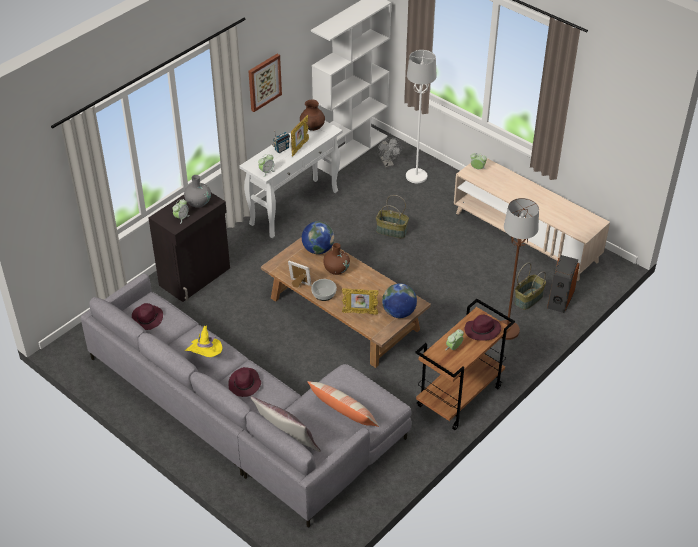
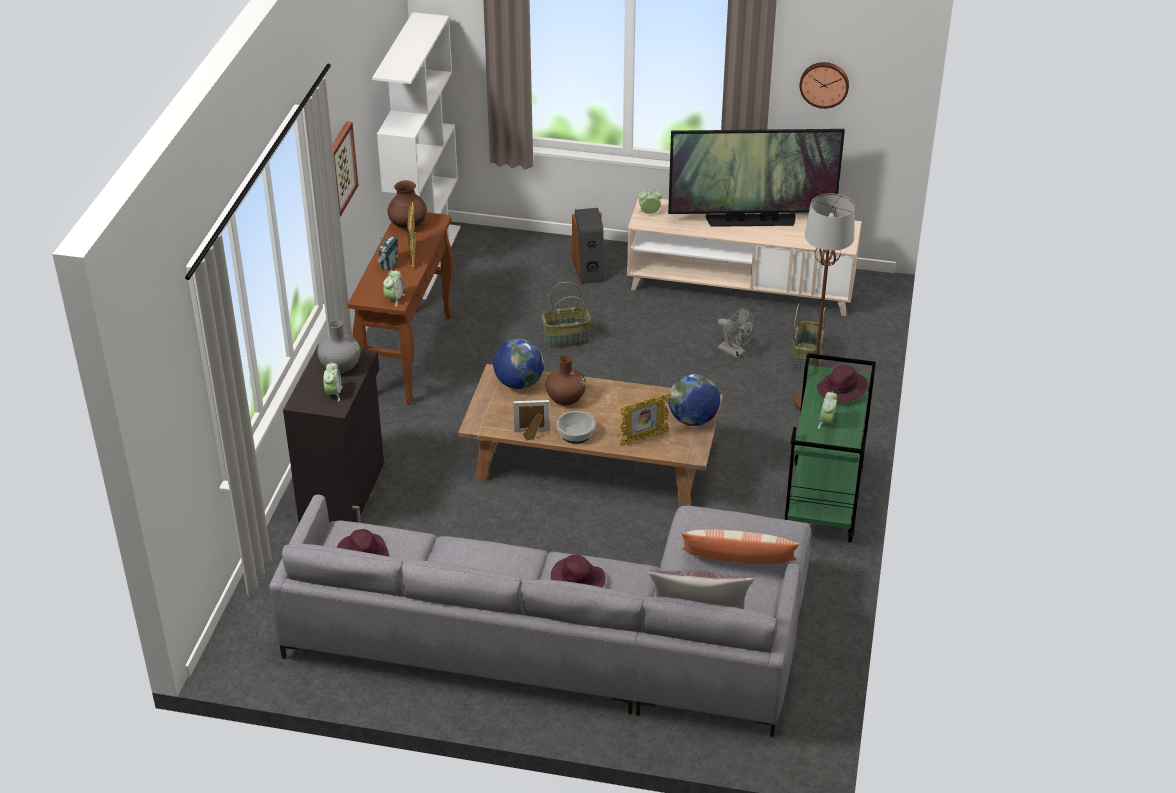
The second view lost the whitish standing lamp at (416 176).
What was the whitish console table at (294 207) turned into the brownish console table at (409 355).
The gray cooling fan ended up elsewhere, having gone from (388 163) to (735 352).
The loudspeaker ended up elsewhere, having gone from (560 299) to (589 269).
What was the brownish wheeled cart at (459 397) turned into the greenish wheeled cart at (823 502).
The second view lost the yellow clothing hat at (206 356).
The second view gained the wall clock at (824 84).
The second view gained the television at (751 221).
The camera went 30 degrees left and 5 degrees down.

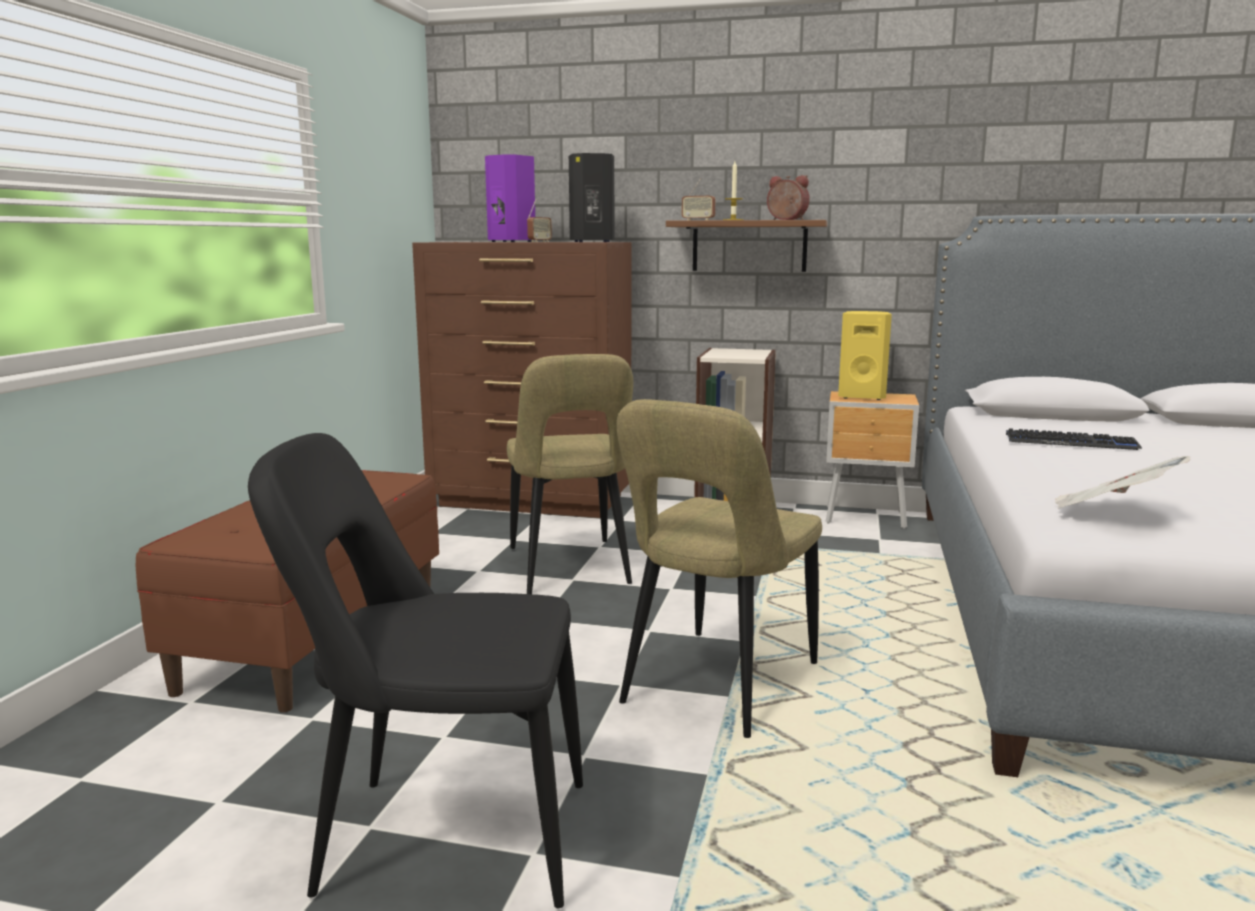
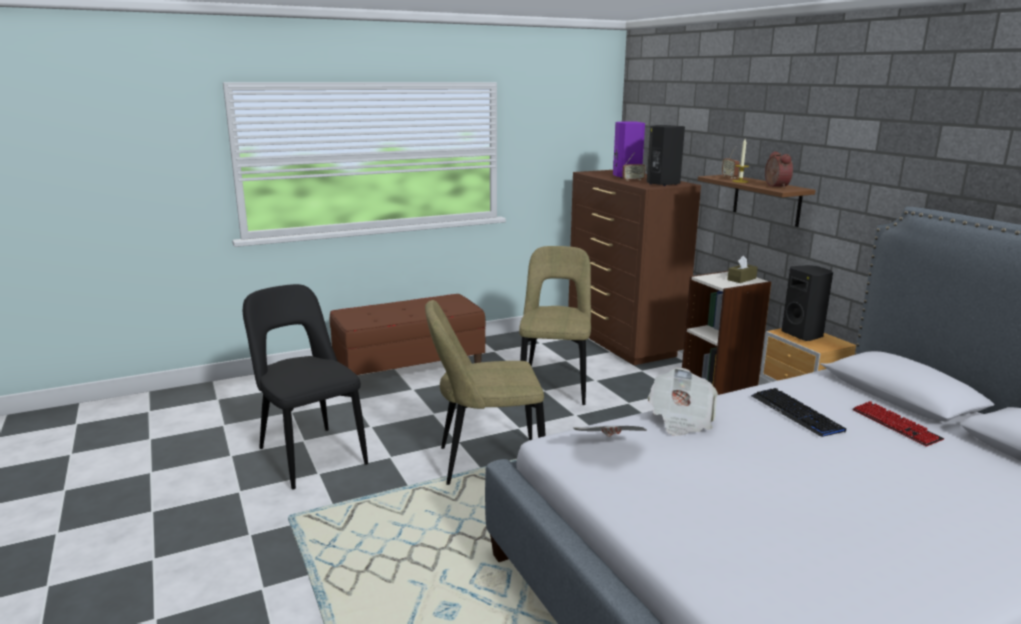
What was the yellow loudspeaker at (862 397) turned into the black loudspeaker at (803 335).
The beige-coloured plain chair at (570 569) ended up facing another way, 150 degrees clockwise from before.
The second view gained the brownish tissue holder at (741 279).
The second view gained the daily paper at (681 419).
The second view gained the keyboard at (895 425).
The camera went 50 degrees right and 5 degrees up.

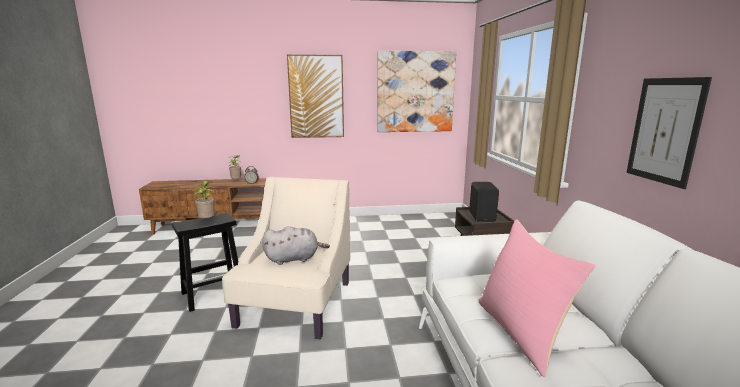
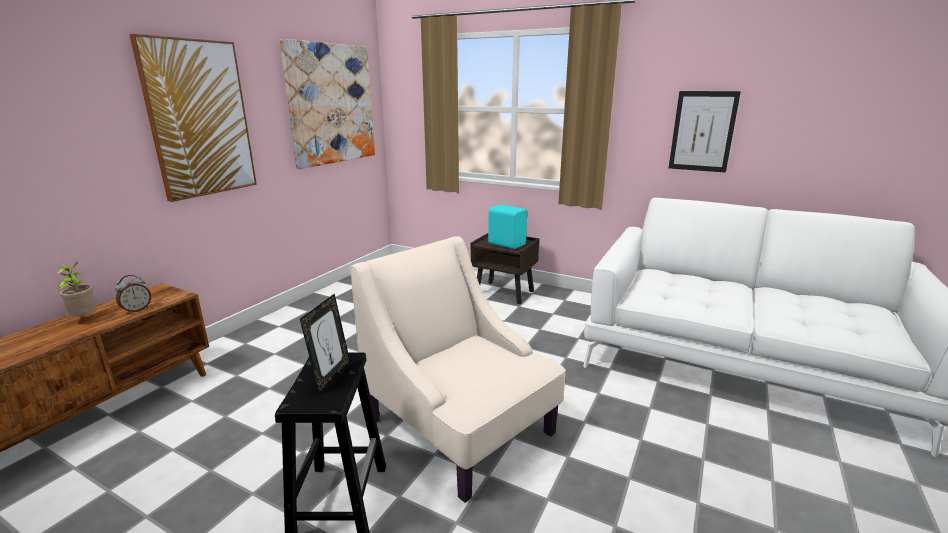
Where the houseplant stood at (207 221), the standing frame came to stand at (331 376).
What was the black loudspeaker at (482 217) turned into the blue-green loudspeaker at (507 243).
The second view lost the pink-coloured cushion at (521 332).
The second view lost the gray soft toy at (294 259).
The camera went 55 degrees left and 5 degrees up.

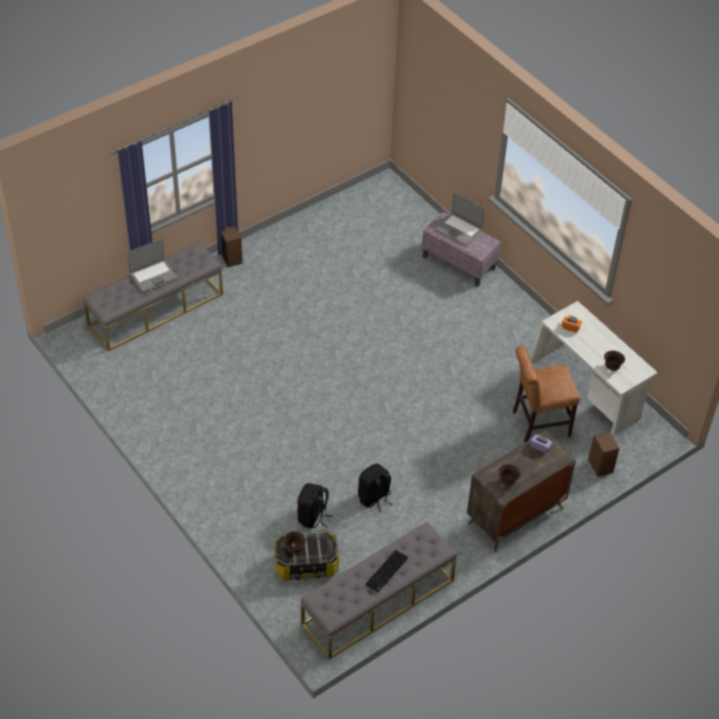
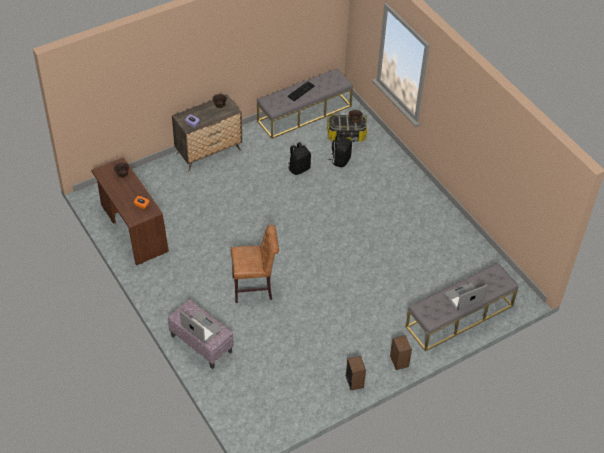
What was the whitish desk table at (585 390) turned into the brownish desk table at (132 228).
The brownish plain chair ended up elsewhere, having gone from (537 424) to (255 288).
The loudspeaker ended up elsewhere, having gone from (600 466) to (354 381).
The camera went 175 degrees left and 0 degrees up.

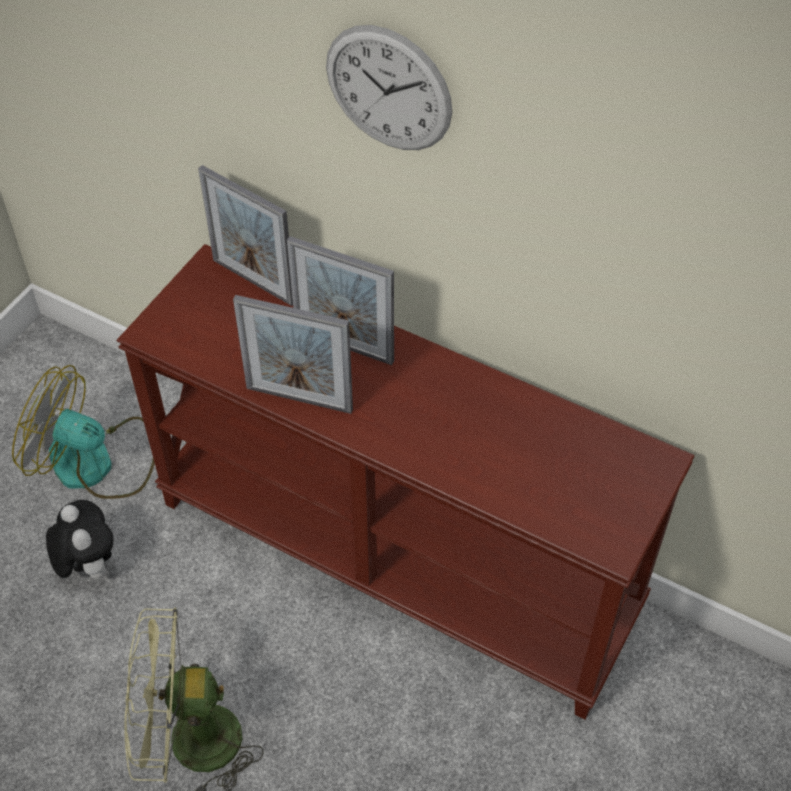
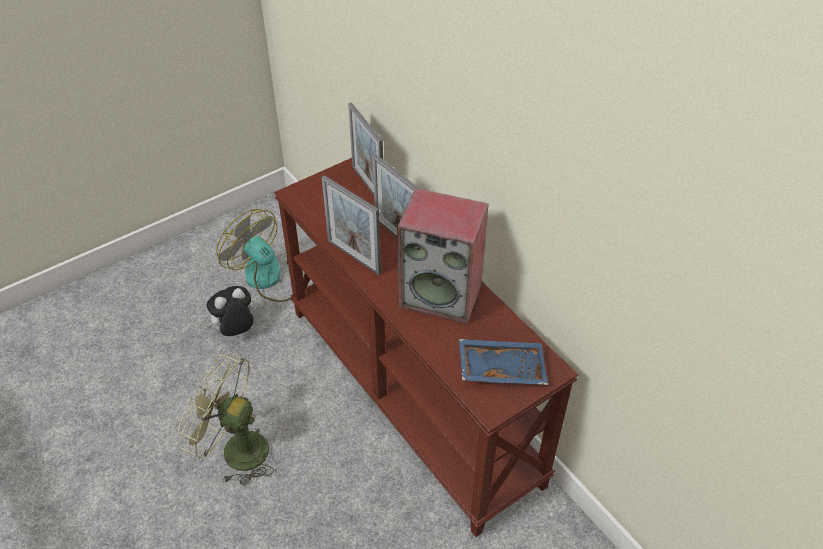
The second view lost the wall clock at (388 89).
The soft toy at (88 565) ended up facing another way, 120 degrees counterclockwise from before.
The second view gained the loudspeaker at (441 295).
The second view gained the blue-coloured tray at (501 367).
The camera went 25 degrees right and 5 degrees down.

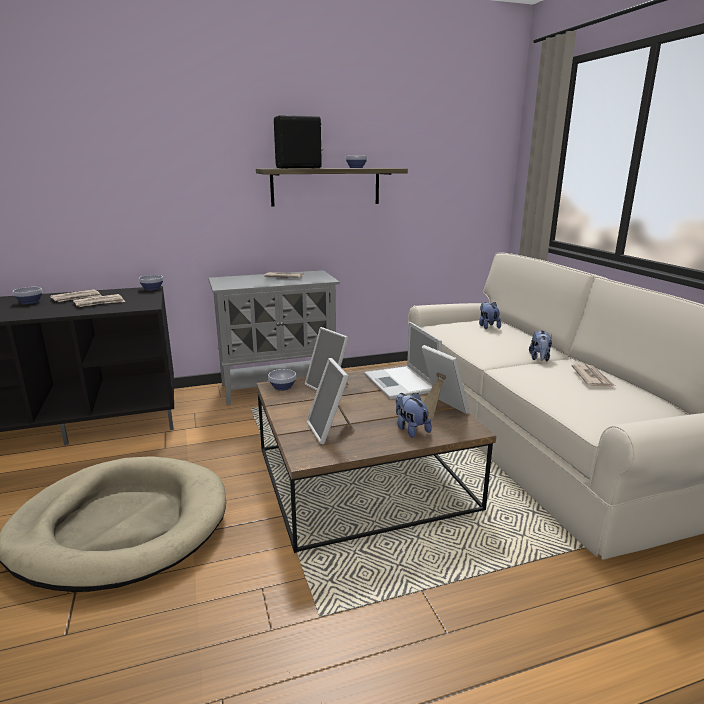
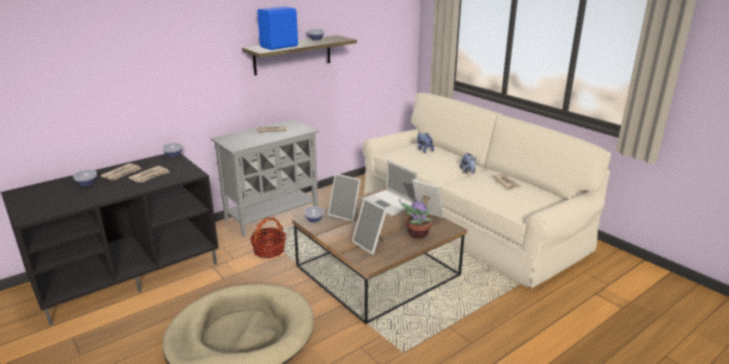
What was the black loudspeaker at (299 168) turned into the blue-coloured loudspeaker at (280 47).
Where the soft toy stood at (410 429), the houseplant came to stand at (417 234).
The second view gained the household basket at (269 250).
The camera went 20 degrees left and 5 degrees up.

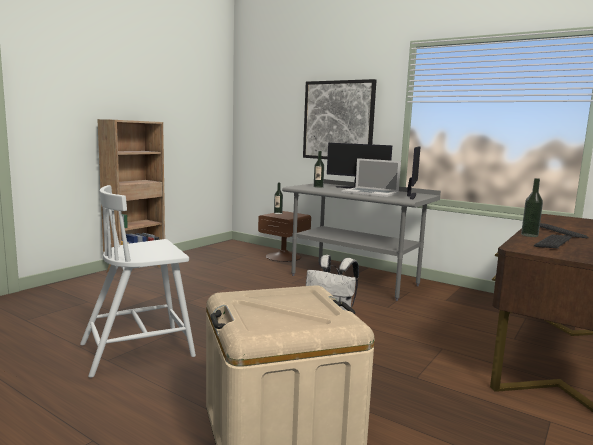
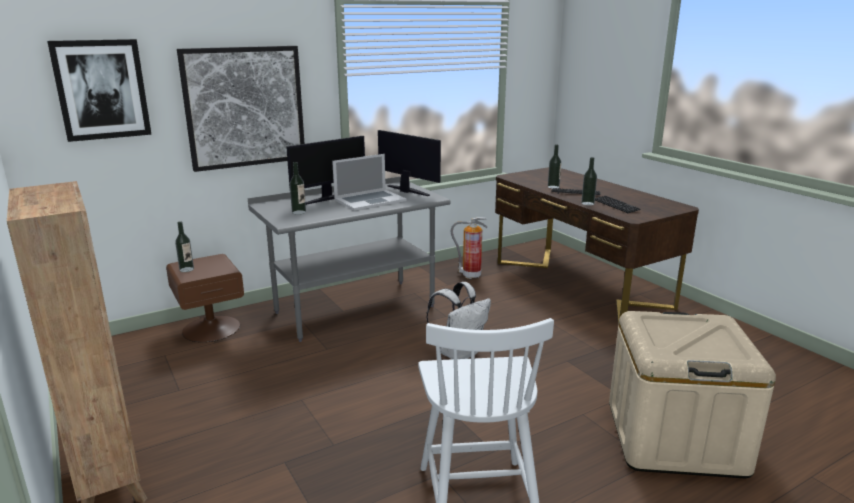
The second view gained the wall picture at (101 89).
The second view gained the drink bottle at (553 187).
The second view gained the fire-fighting cylinder at (470 275).
The camera went 65 degrees left and 10 degrees up.

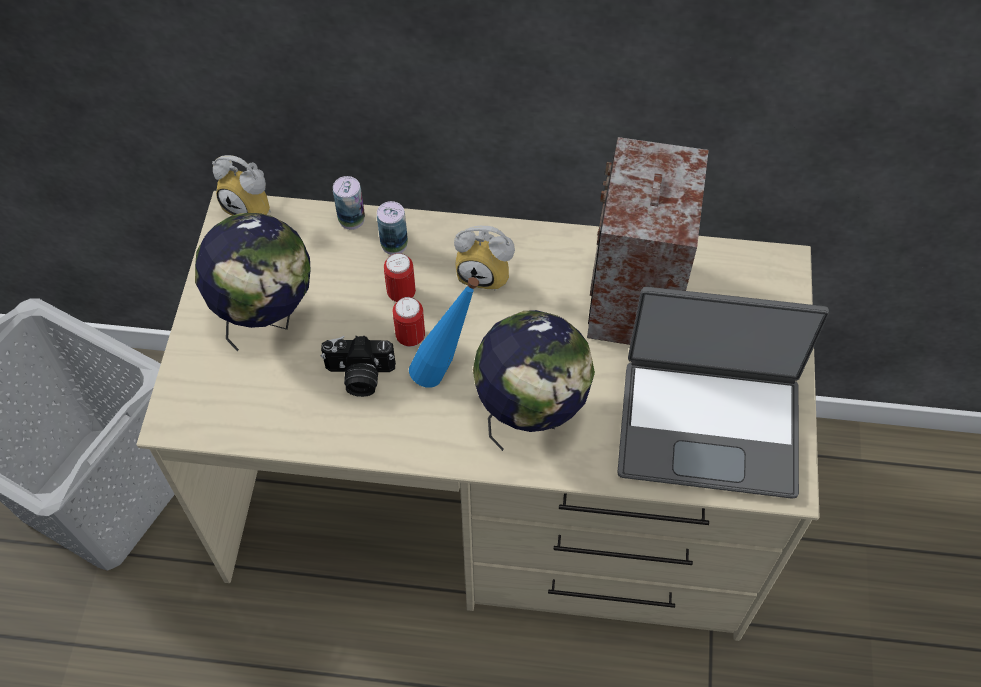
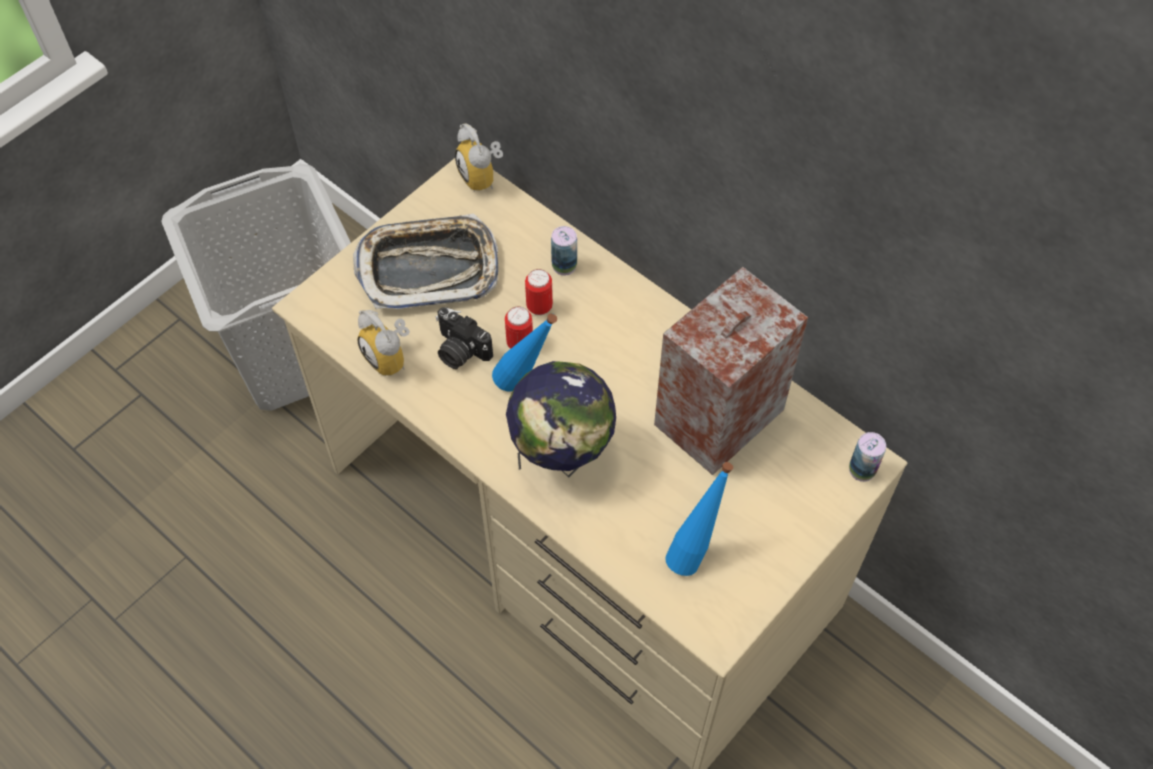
The can ended up elsewhere, having gone from (351 219) to (862 470).
Where the world globe stood at (267 317), the tray came to stand at (428 268).
The alarm clock ended up elsewhere, having gone from (486 272) to (391 357).
Where the portable computer stood at (709 425), the blue-coloured drink bottle came to stand at (694 550).
The camera went 35 degrees right and 0 degrees up.

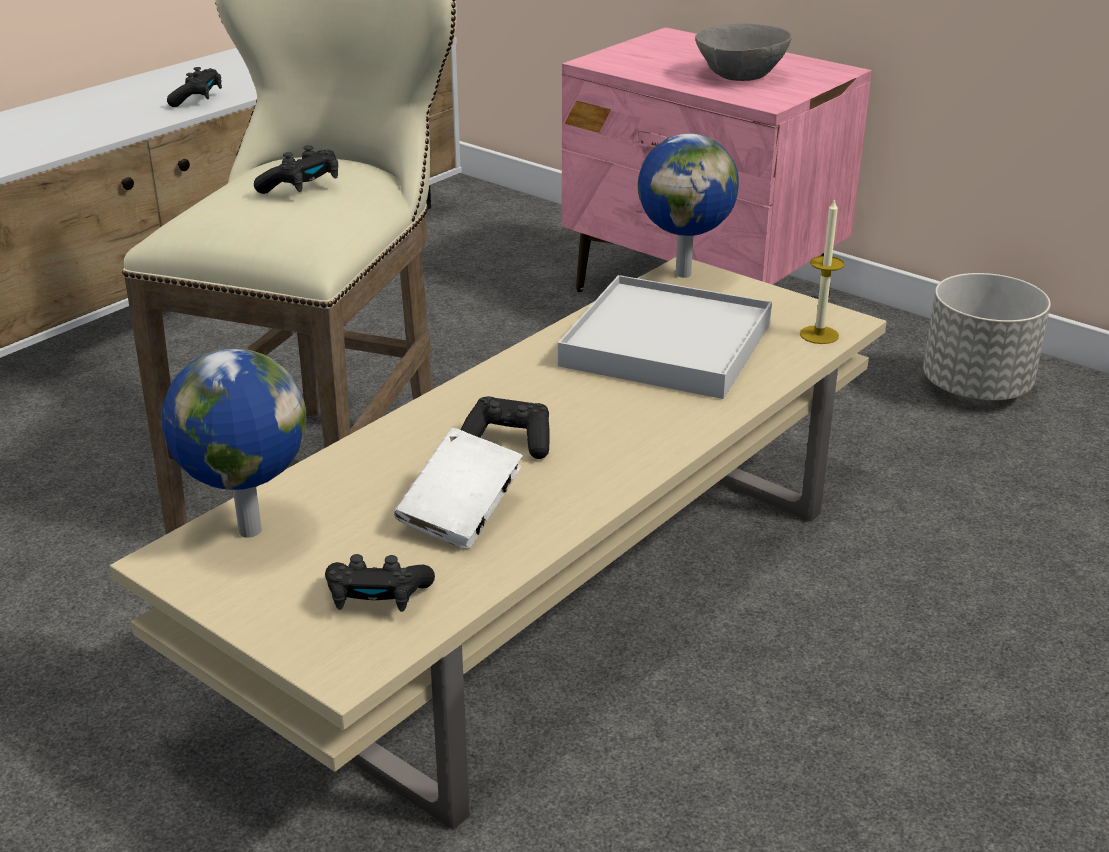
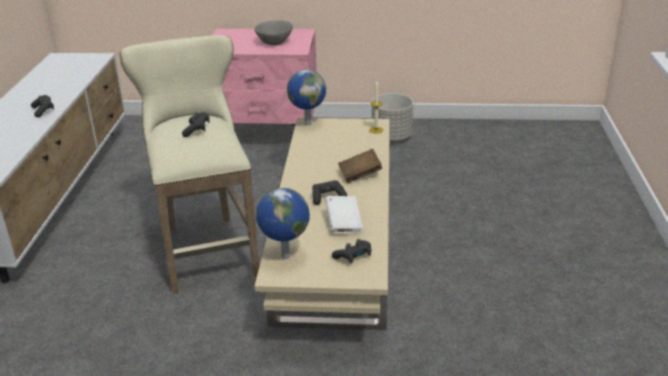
The second view lost the whitish tray at (666 345).
The second view gained the brownish book at (360 175).
The camera went 35 degrees left and 0 degrees up.

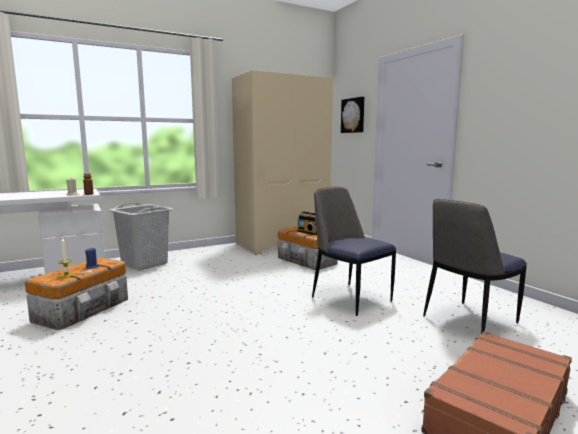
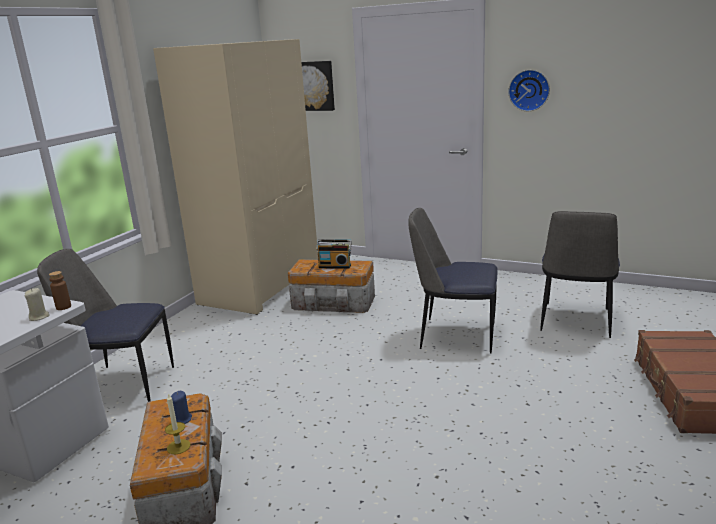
Where the gray laundry basket stood at (145 264), the plain chair came to stand at (123 385).
The second view gained the wall clock at (529 90).
The camera went 35 degrees left and 10 degrees up.

